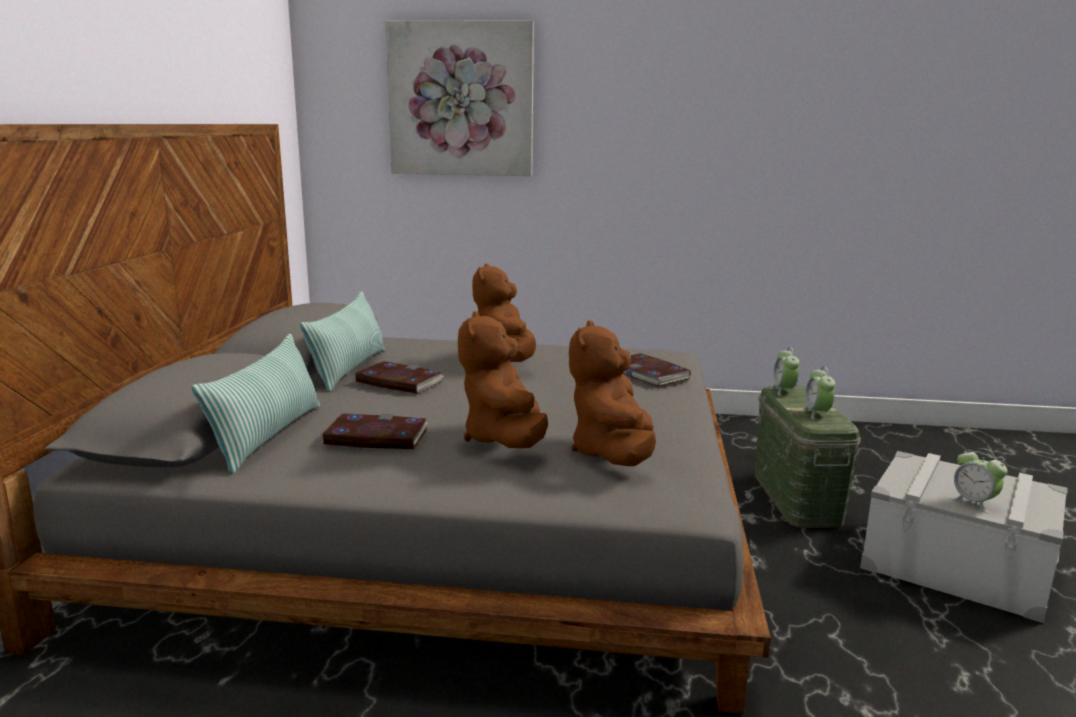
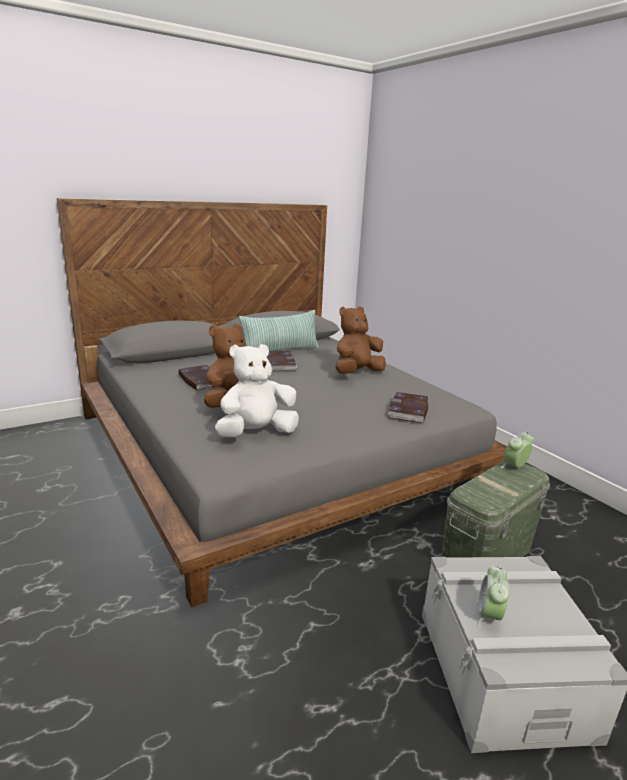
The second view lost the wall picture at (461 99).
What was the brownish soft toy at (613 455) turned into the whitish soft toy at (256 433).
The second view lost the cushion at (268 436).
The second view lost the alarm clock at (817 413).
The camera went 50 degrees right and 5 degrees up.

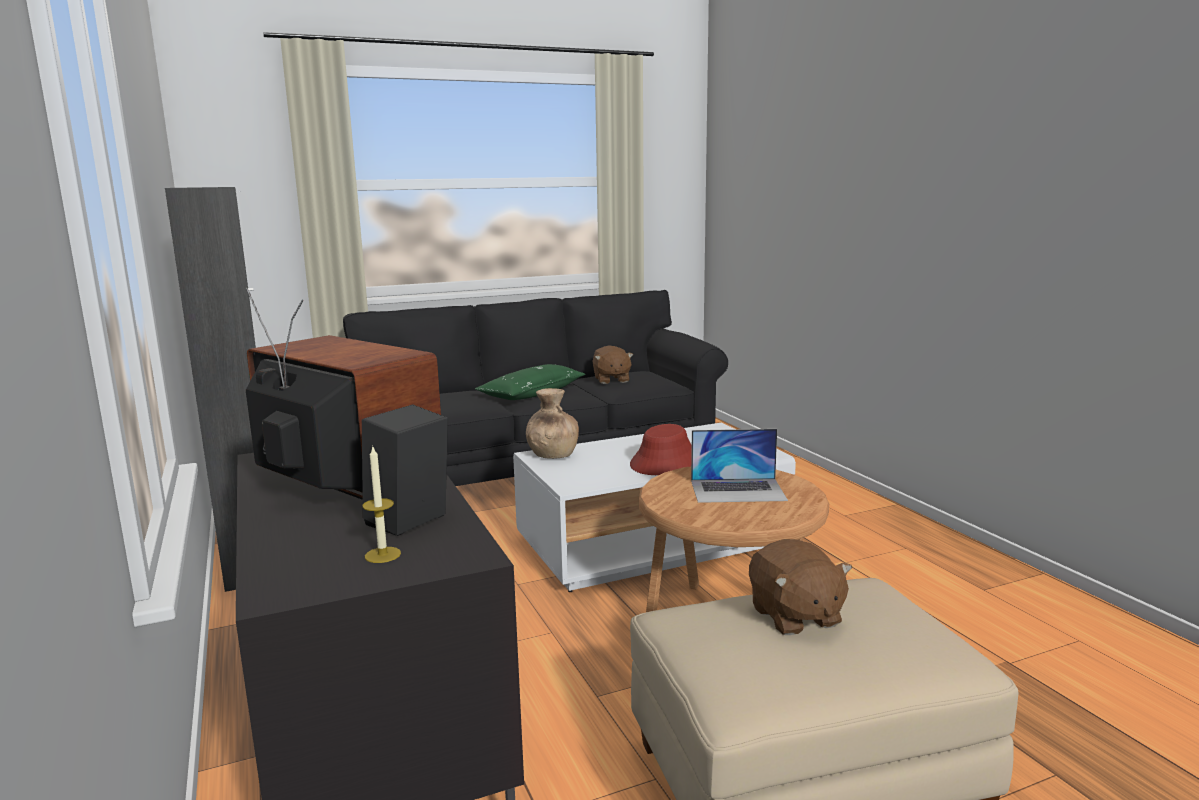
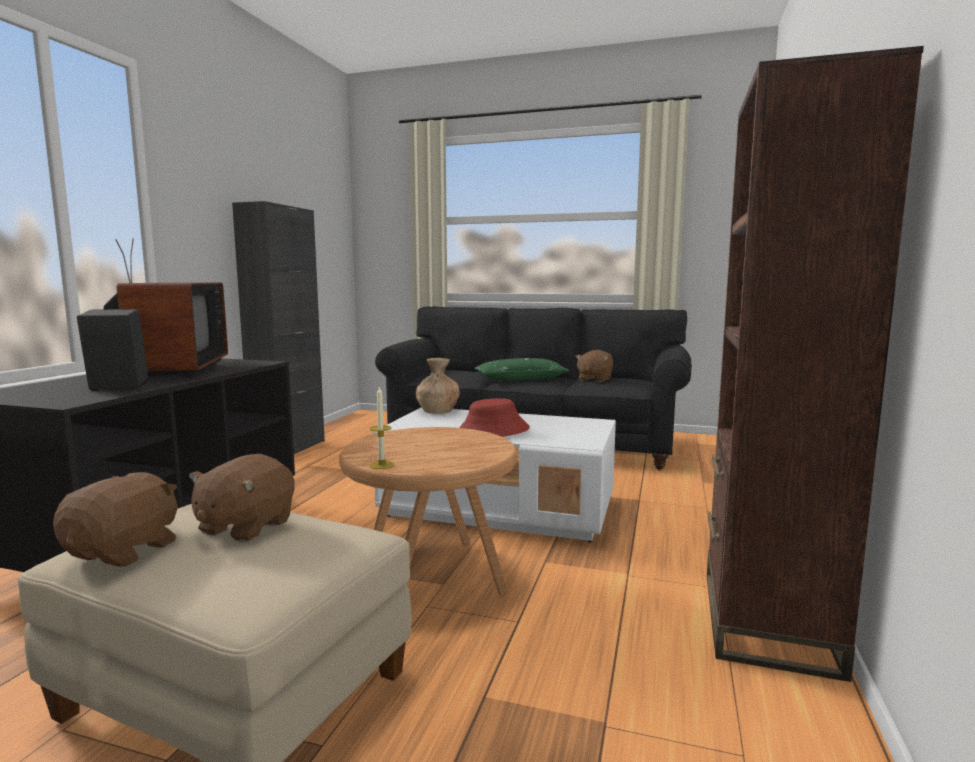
The second view lost the portable computer at (738 490).
The candle ended up elsewhere, having gone from (382 555) to (381 465).
The second view gained the brownish bookshelf at (767 622).
The second view gained the brownish soft toy at (125 551).
The camera went 40 degrees right and 5 degrees down.

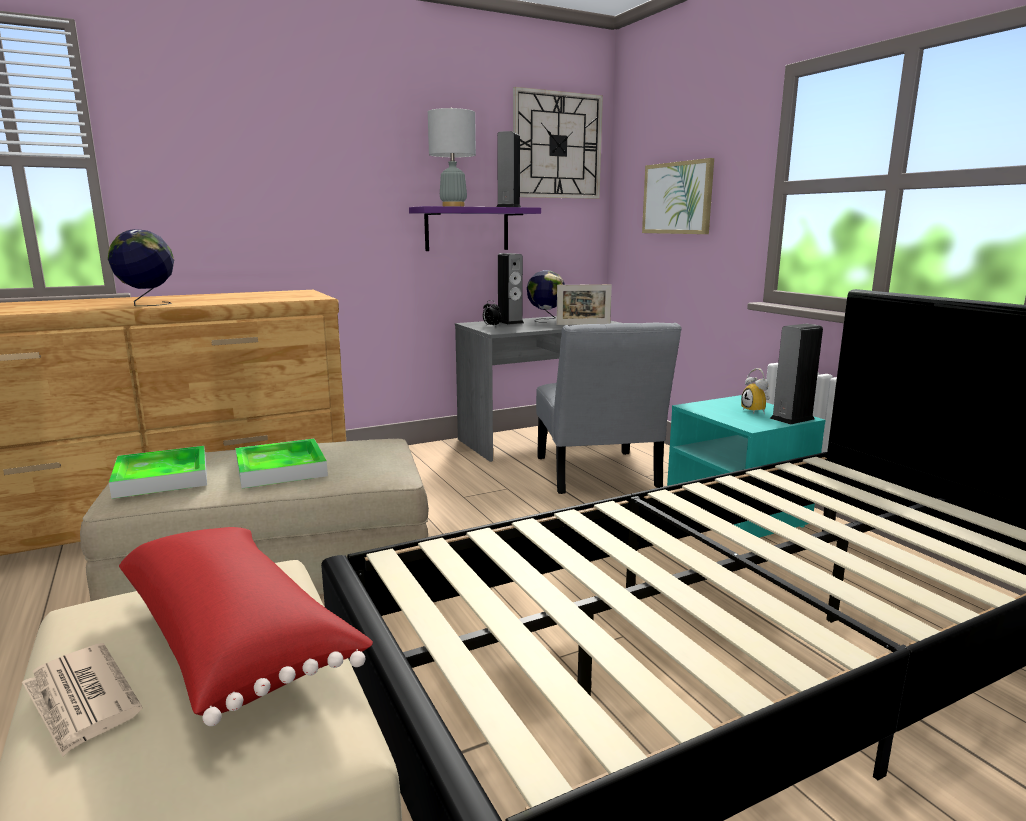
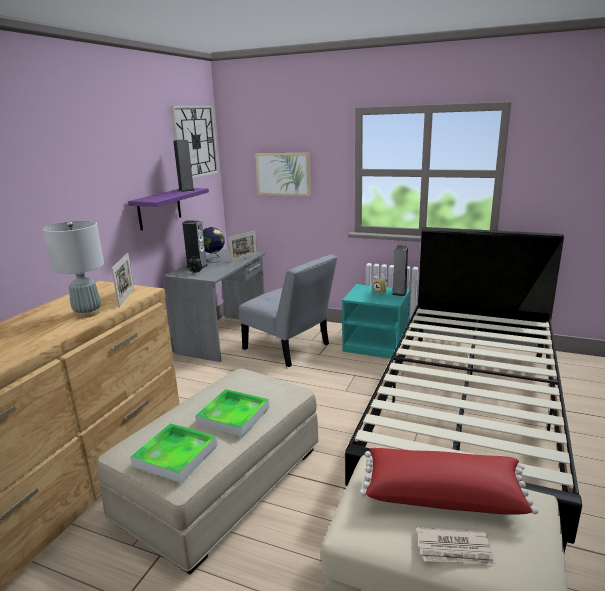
The gray table lamp ended up elsewhere, having gone from (453 206) to (88 313).
The second view lost the world globe at (147 304).
The second view gained the standing frame at (126 297).
The camera went 40 degrees left and 5 degrees up.

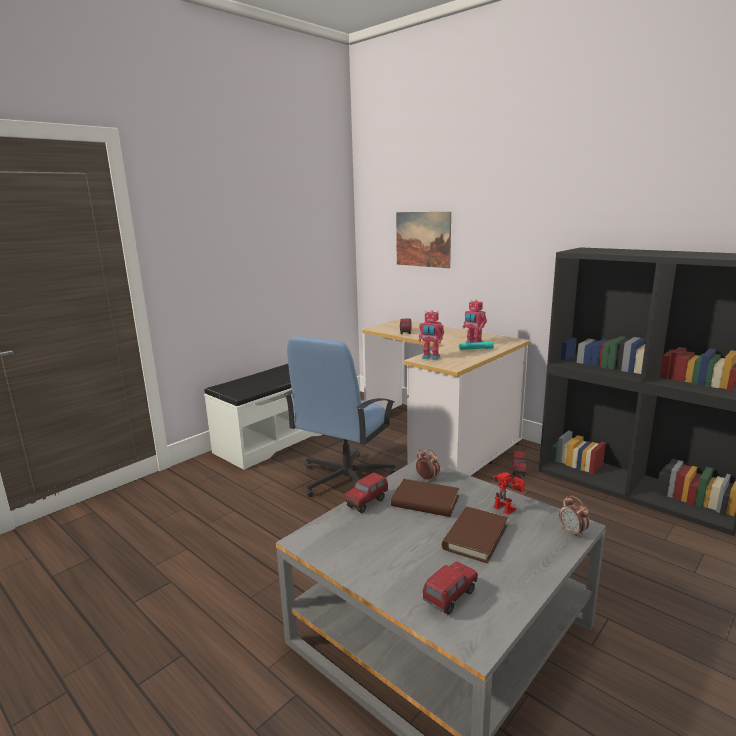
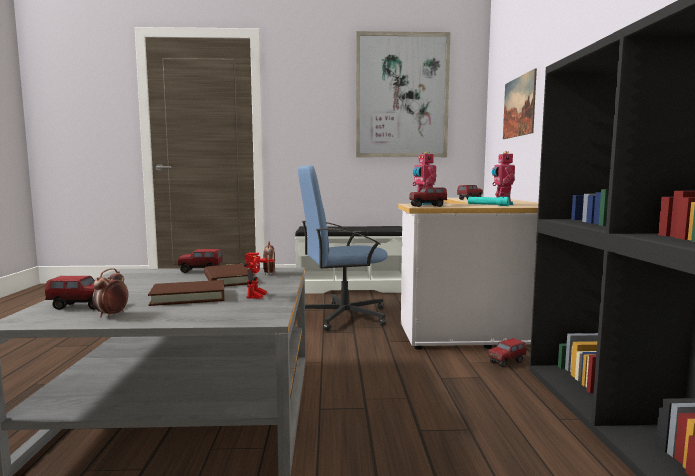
The alarm clock ended up elsewhere, having gone from (572 532) to (112 315).
The second view gained the wall picture at (402 96).
The second view gained the toy truck at (427 206).
The camera went 45 degrees right and 10 degrees down.

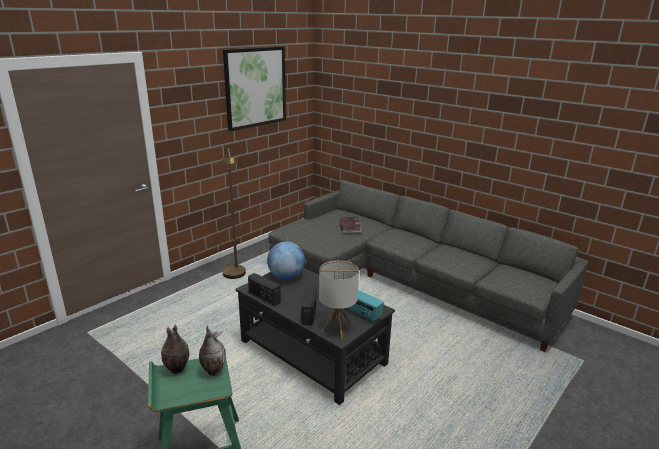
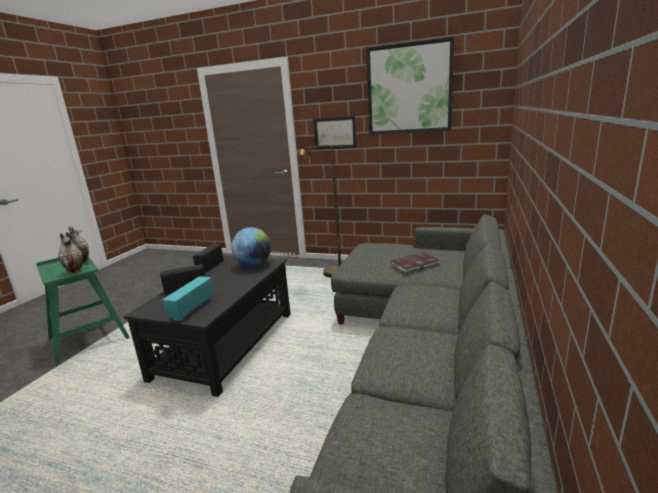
The second view lost the table lamp at (337 329).
The second view gained the wall picture at (335 133).
The camera went 70 degrees right and 5 degrees down.

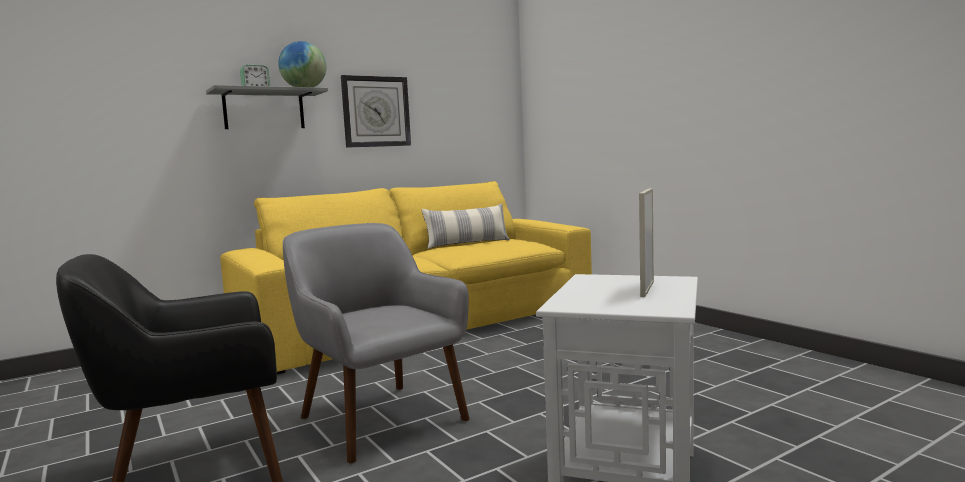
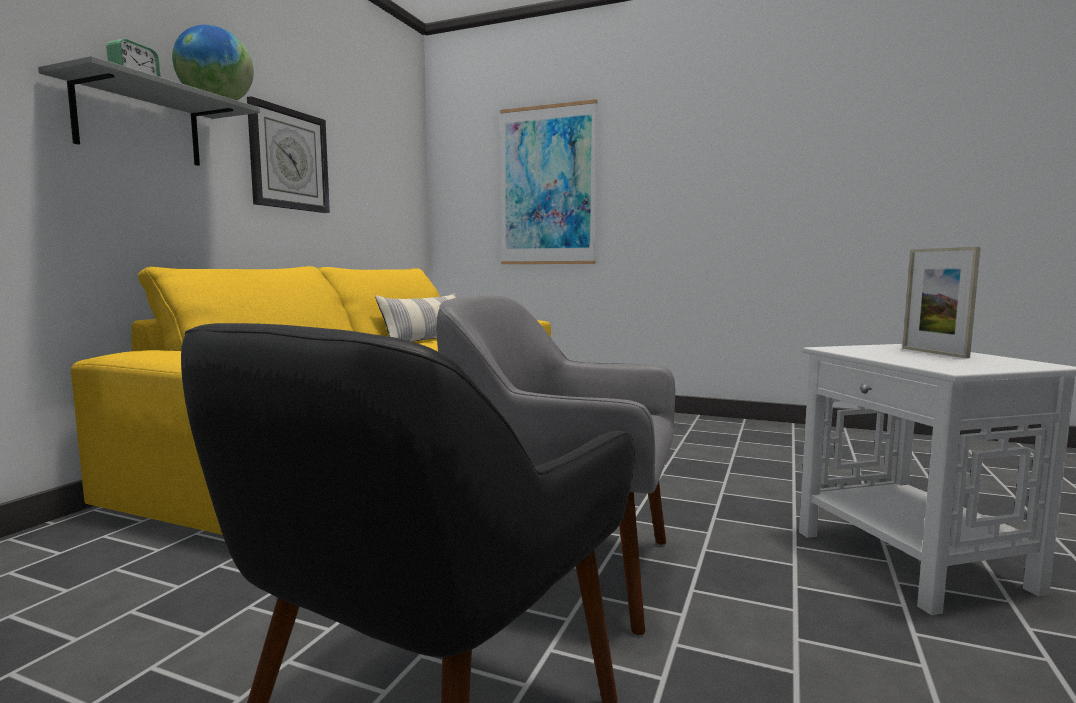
The second view gained the wall picture at (547 186).
The camera went 35 degrees left and 0 degrees up.

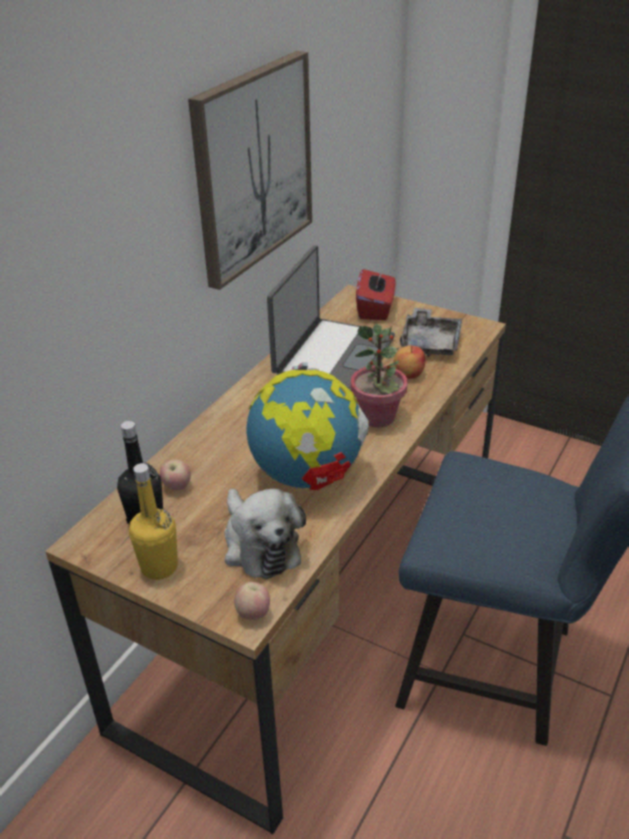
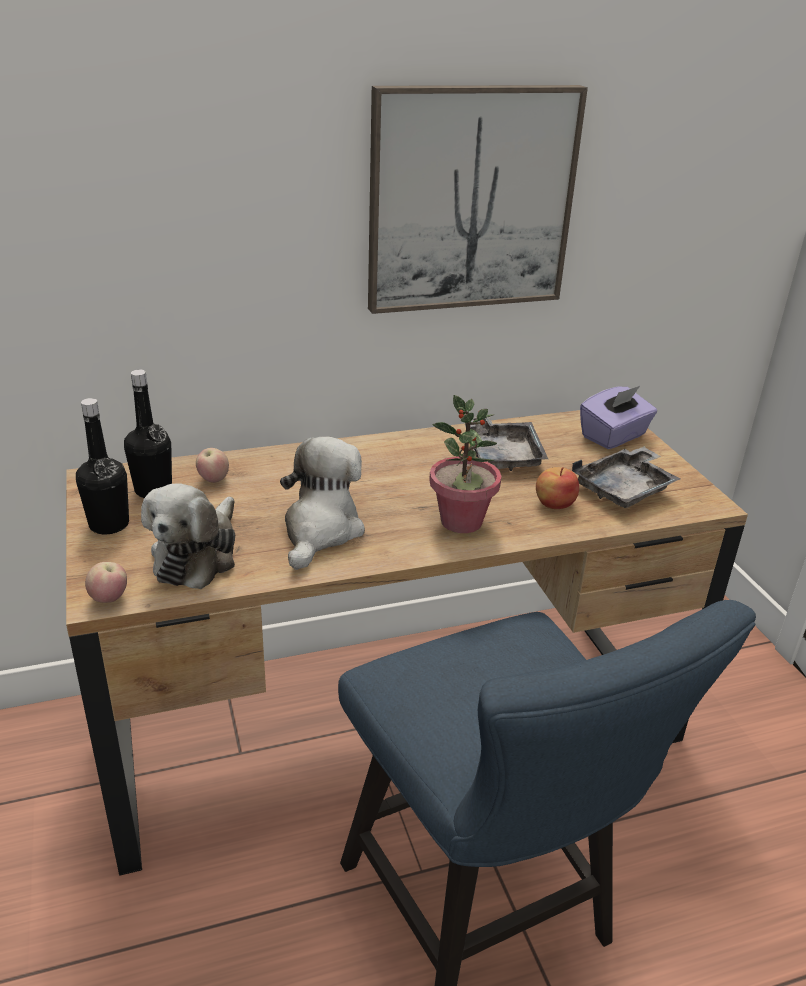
Where the portable computer stood at (332 358), the gray tray came to stand at (501 454).
What was the reddish tissue holder at (375 309) turned into the purplish tissue holder at (614 436).
Where the world globe stood at (308 476), the soft toy came to stand at (320 530).
What was the yellow drink bottle at (159 567) turned into the black drink bottle at (109 524).
The camera went 40 degrees right and 5 degrees down.

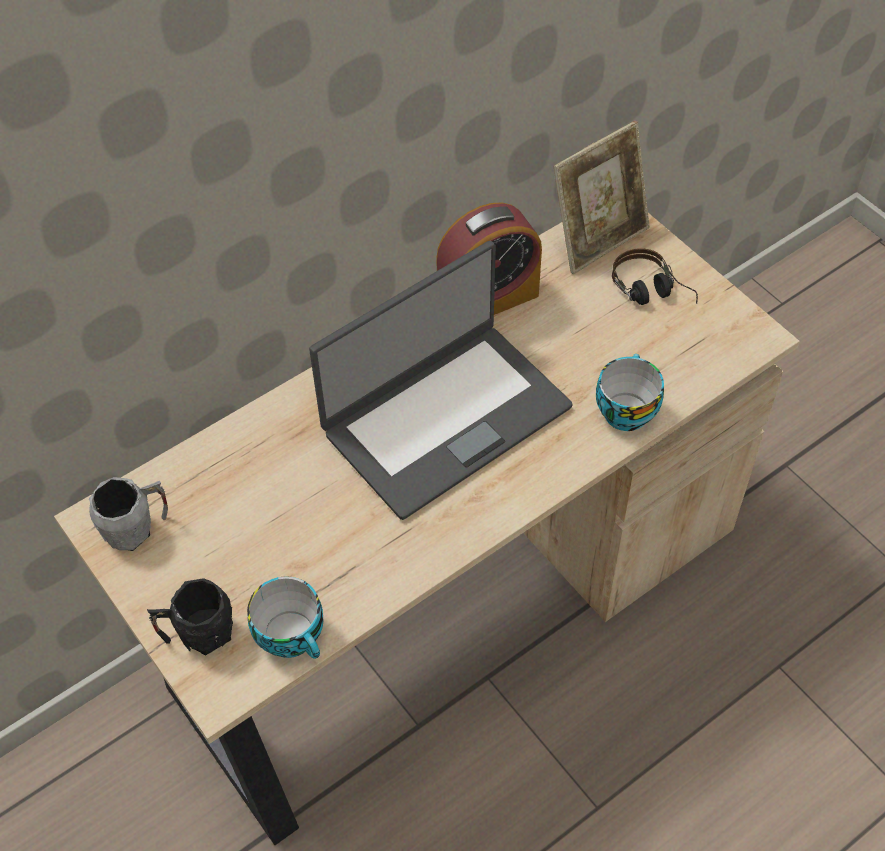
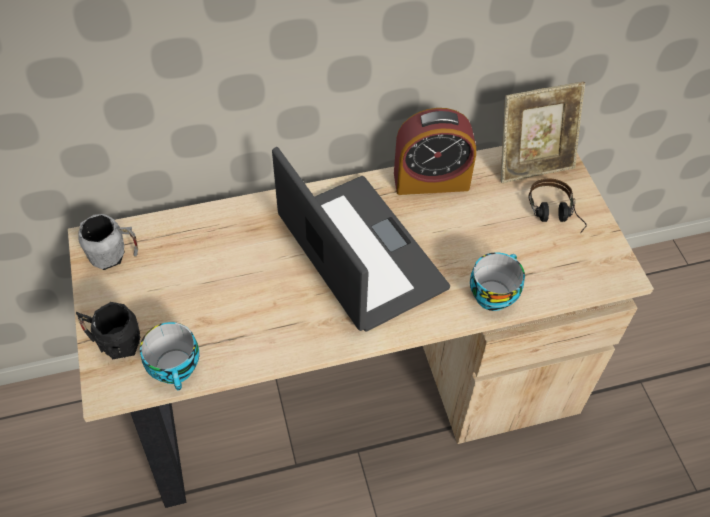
The portable computer at (445 418) ended up facing another way, 105 degrees counterclockwise from before.
The camera went 20 degrees right and 0 degrees up.

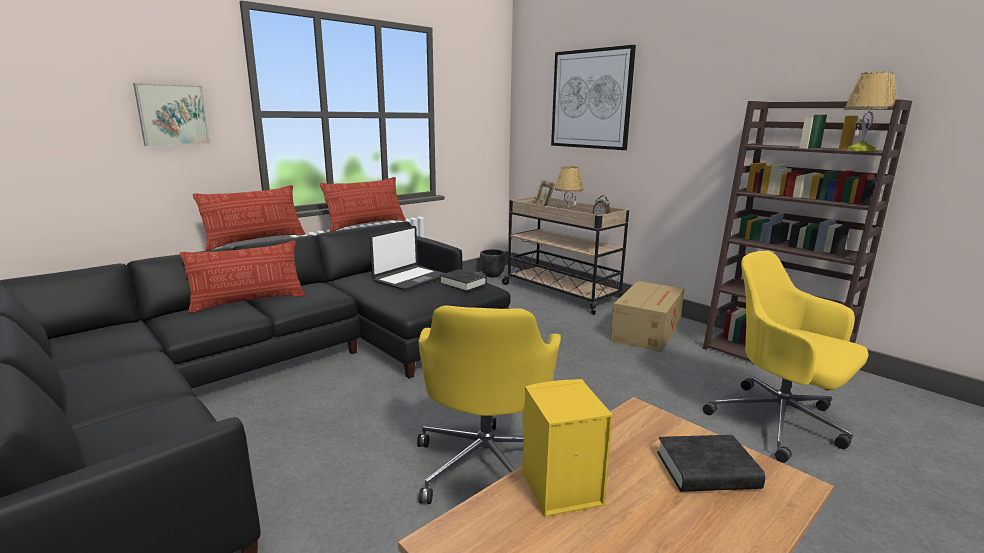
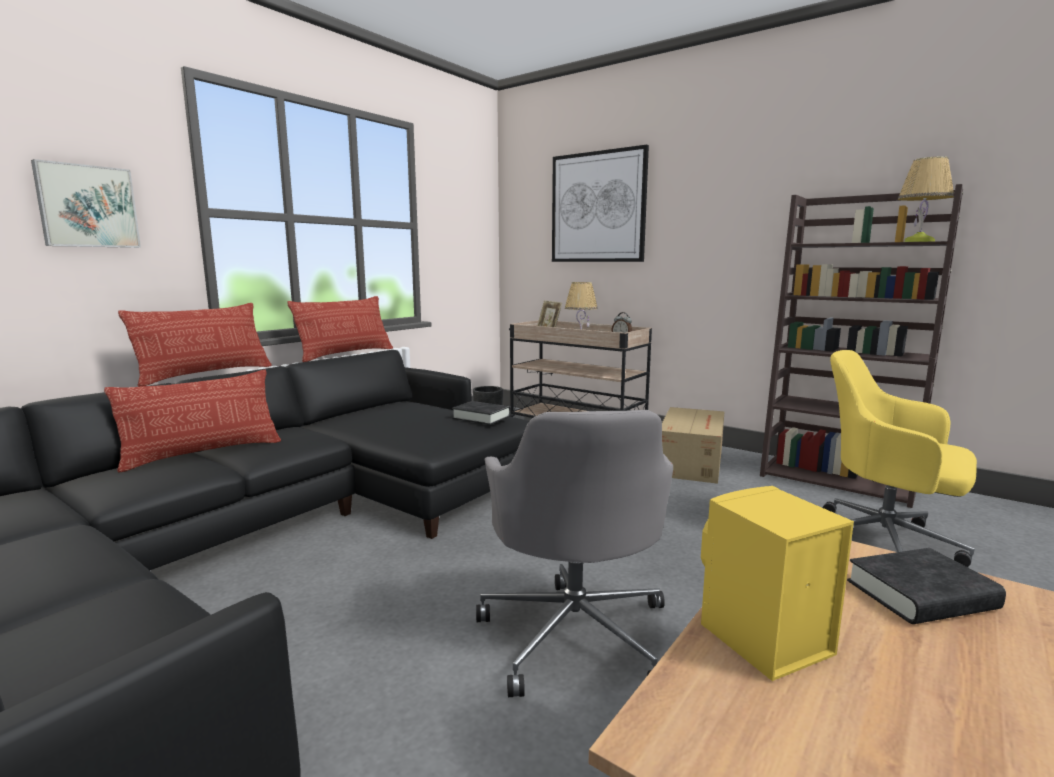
The second view lost the portable computer at (409 279).
What was the yellow office chair at (487 463) turned into the gray office chair at (575 632).
The camera went 10 degrees left and 5 degrees down.

